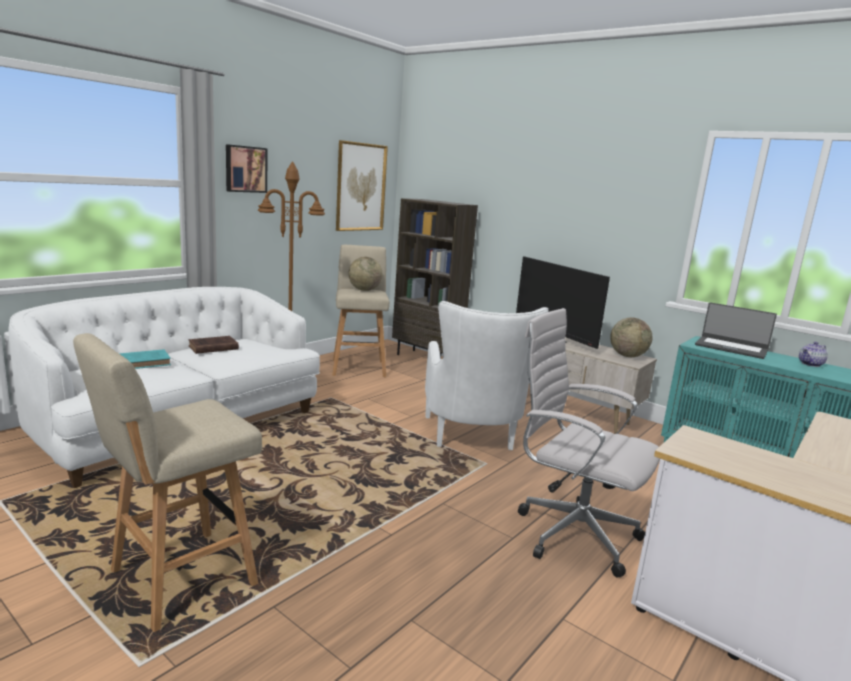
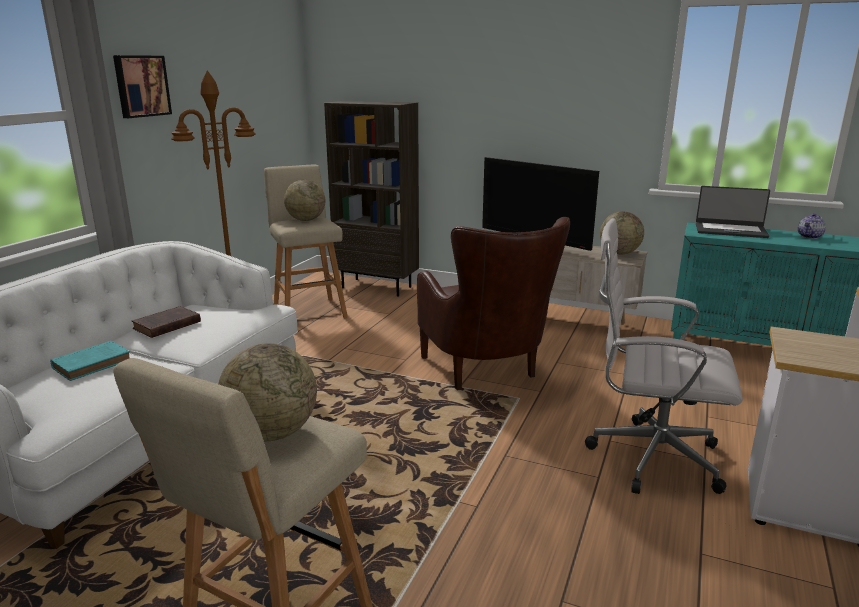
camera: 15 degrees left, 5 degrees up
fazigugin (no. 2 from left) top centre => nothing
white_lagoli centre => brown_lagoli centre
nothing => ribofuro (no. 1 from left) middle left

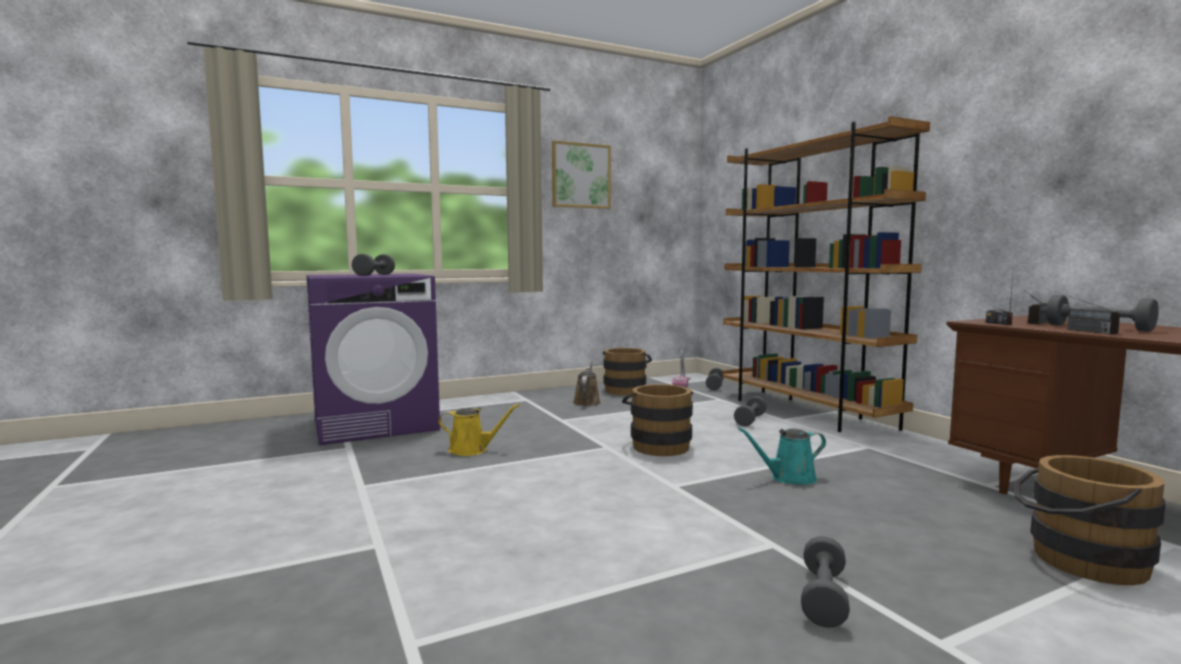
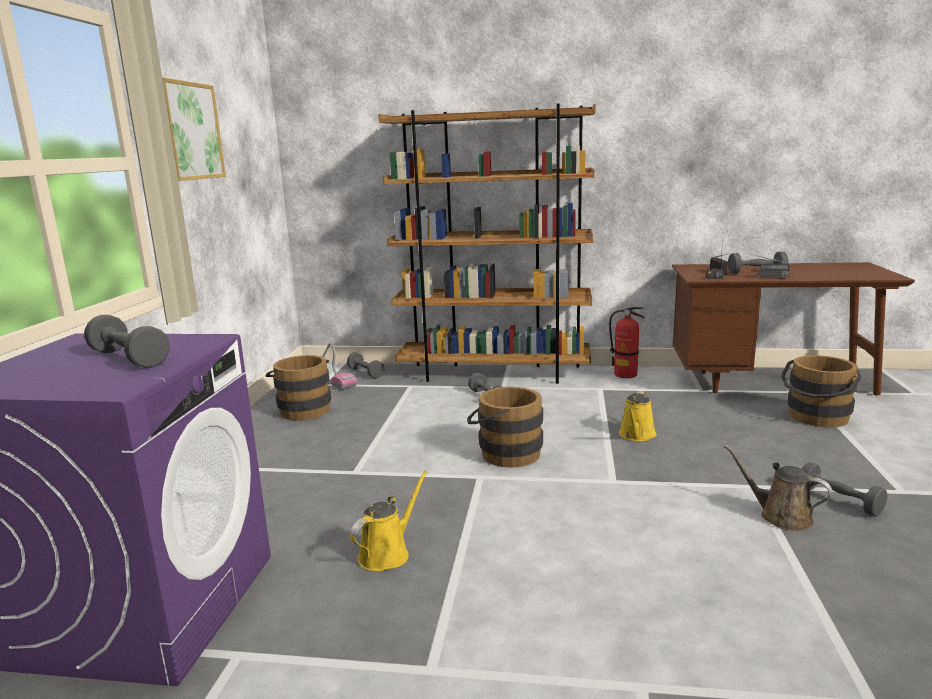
camera: 55 degrees left, 10 degrees up
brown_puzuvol centre => brown_puzuvol bottom right, shifted
turquoise_puzuvol bottom centre => yellow_puzuvol (no. 2 from left) middle right
nothing => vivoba middle right

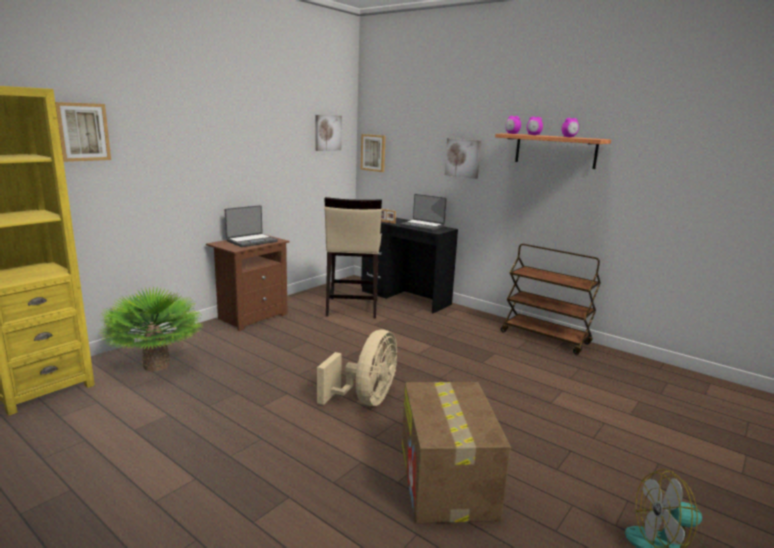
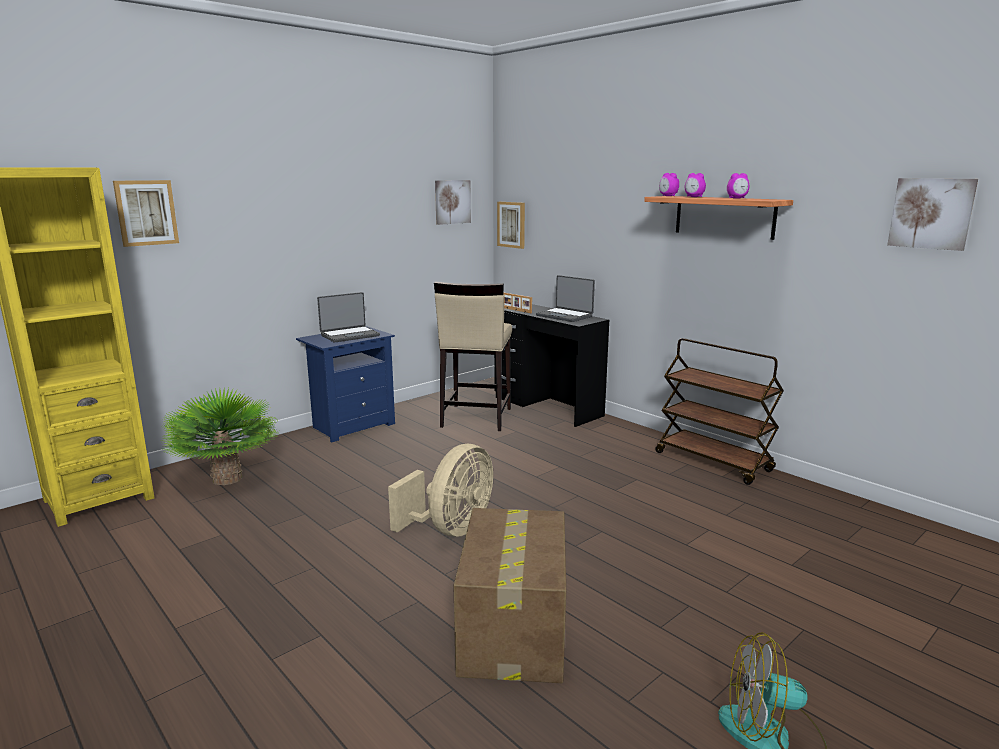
camera: 10 degrees right, 0 degrees up
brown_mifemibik middle left => blue_mifemibik centre
fazigugin (no. 4 from left) top centre => fazigugin (no. 4 from left) top right, shifted

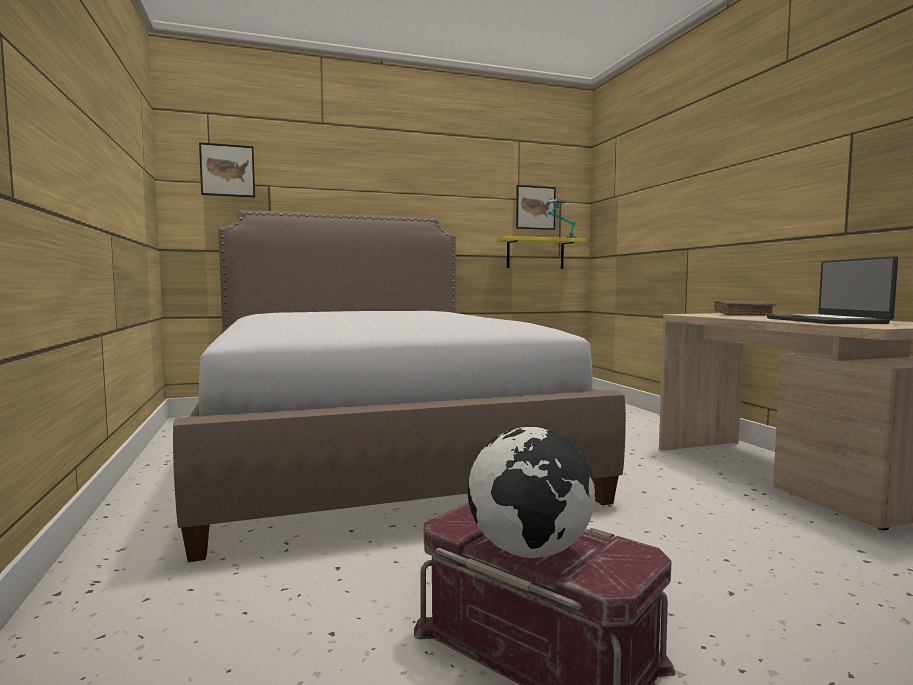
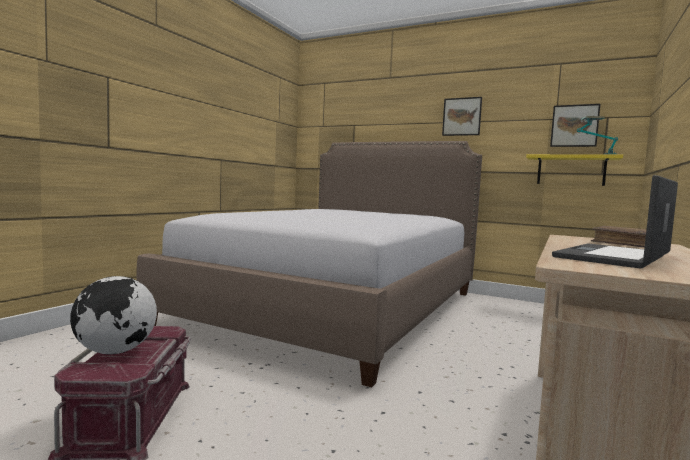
camera: 45 degrees right, 0 degrees up
fazigugin (no. 1 from left) top left => fazigugin (no. 1 from left) top right, shifted

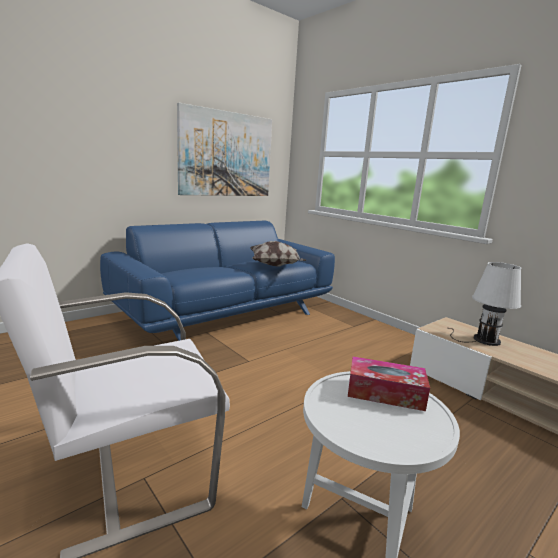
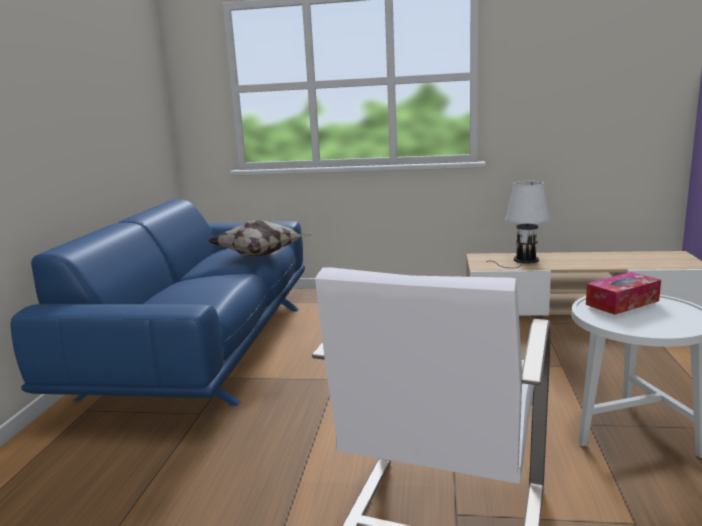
camera: 40 degrees left, 0 degrees up
fazigugin top centre => nothing

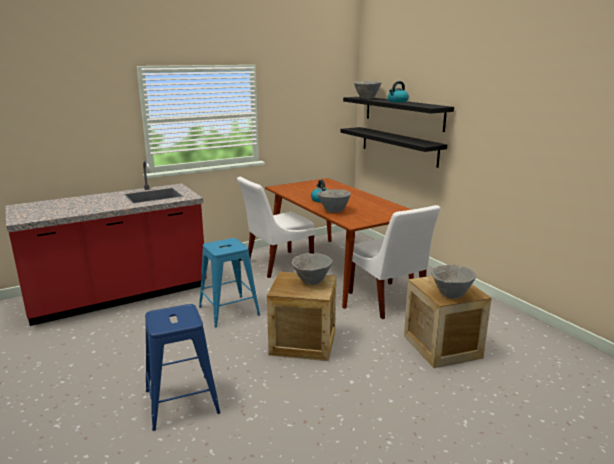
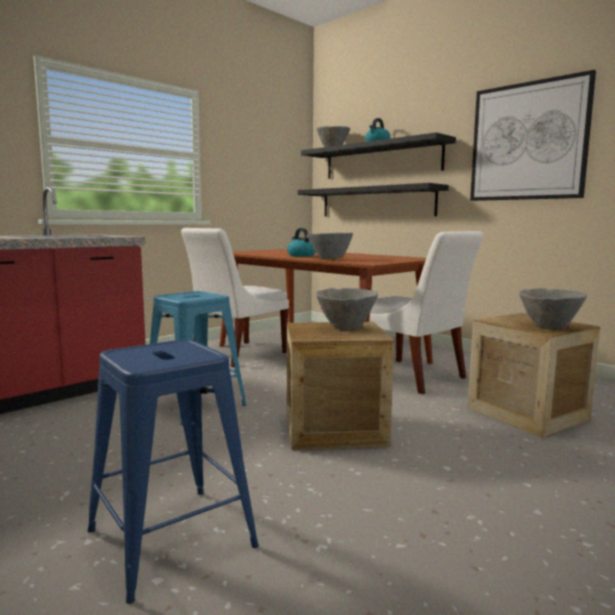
camera: 15 degrees left, 10 degrees down
nothing => fazigugin top right

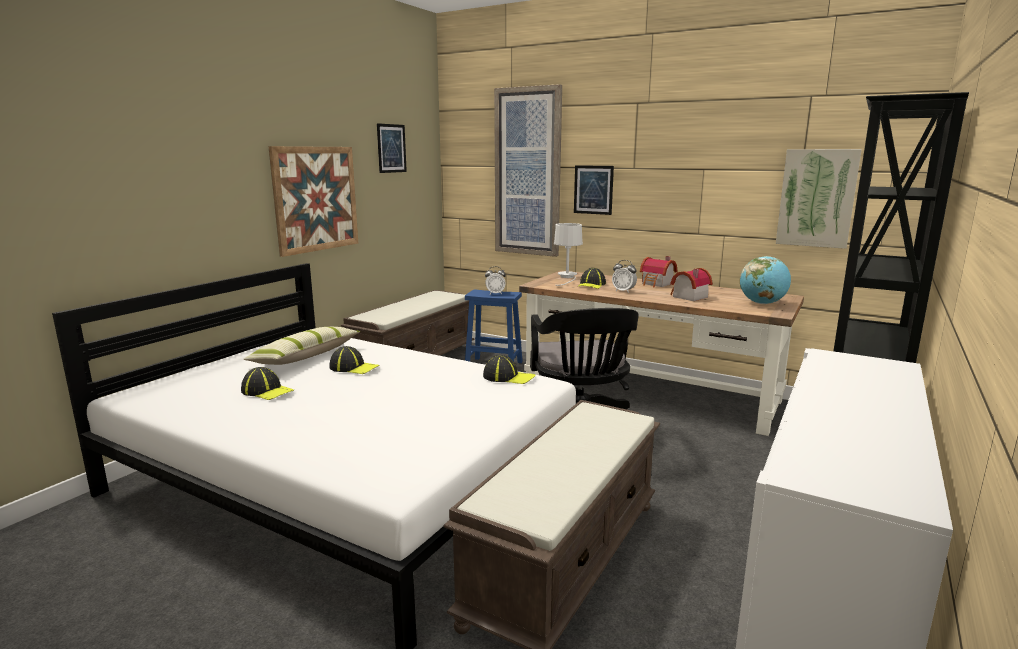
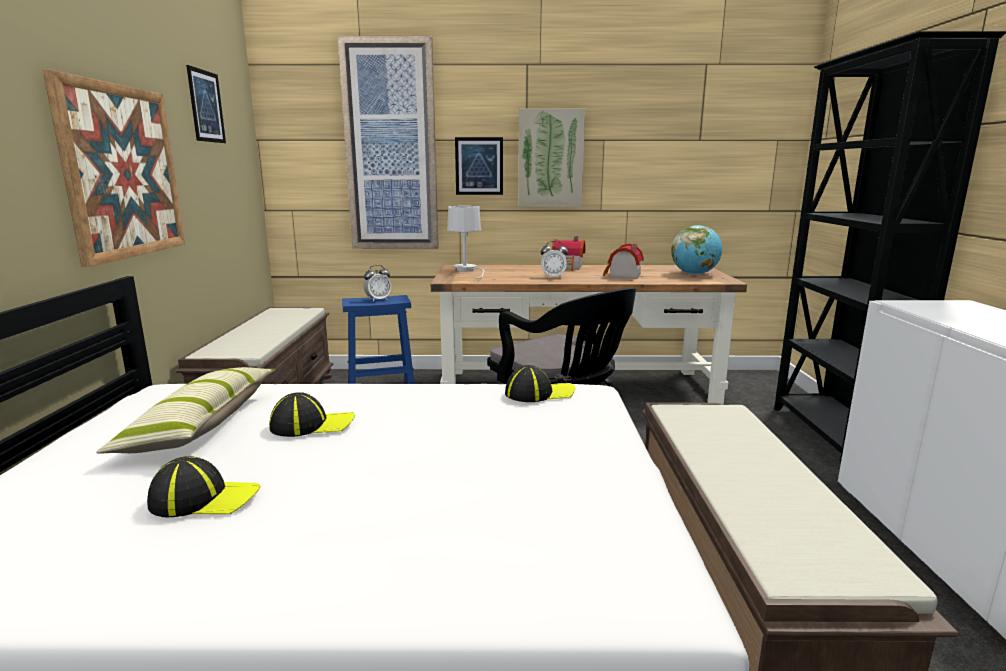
camera: 30 degrees left, 0 degrees up
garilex (no. 4 from left) centre => nothing
fazigugin (no. 5 from left) top right => fazigugin (no. 5 from left) top centre, shifted

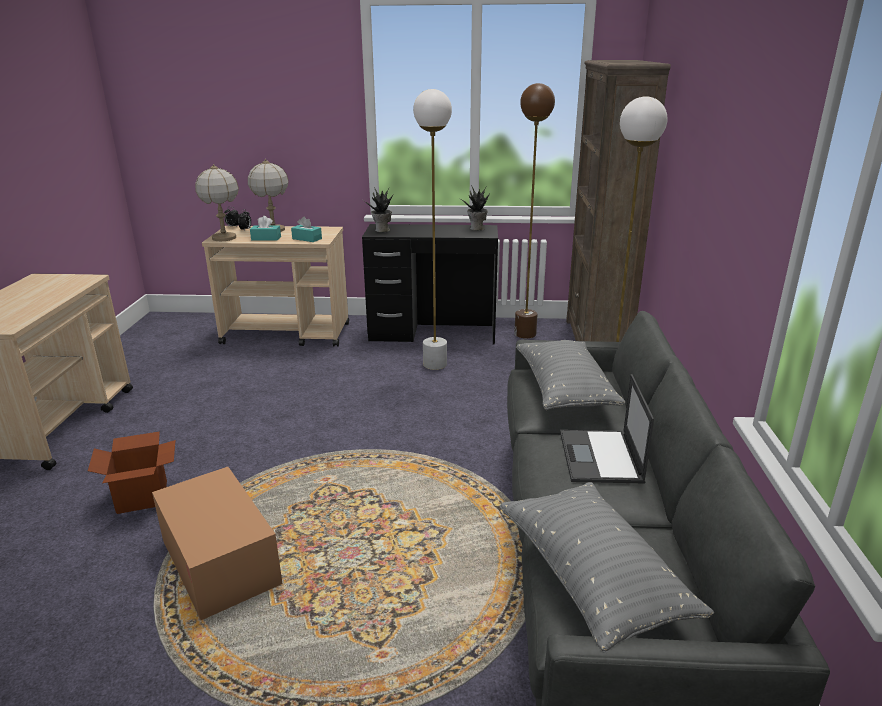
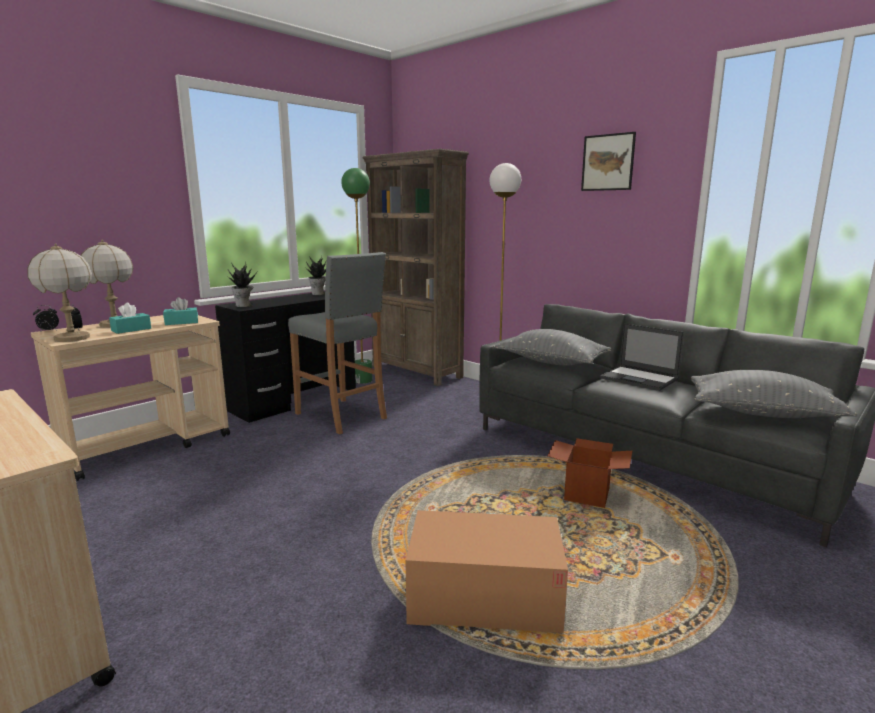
camera: 50 degrees left, 10 degrees down
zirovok (no. 1 from left in the first image) bottom left => zirovok (no. 2 from left) middle right, shifted
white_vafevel (no. 1 from left) top centre => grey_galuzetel centre
brown_vafevel top centre => green_vafevel centre
nothing => fazigugin top right

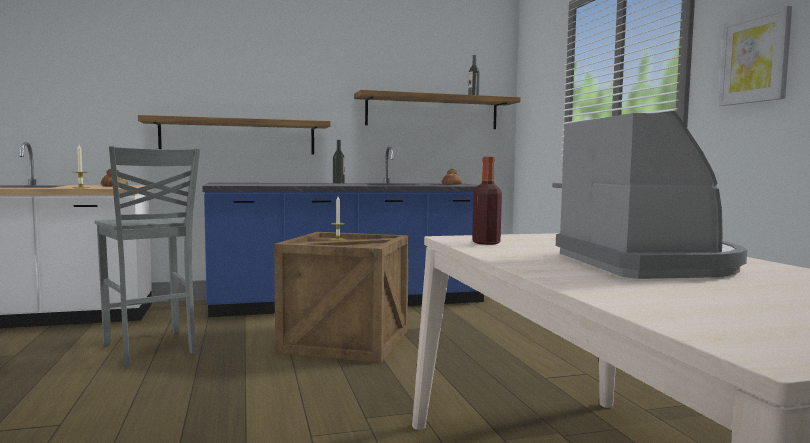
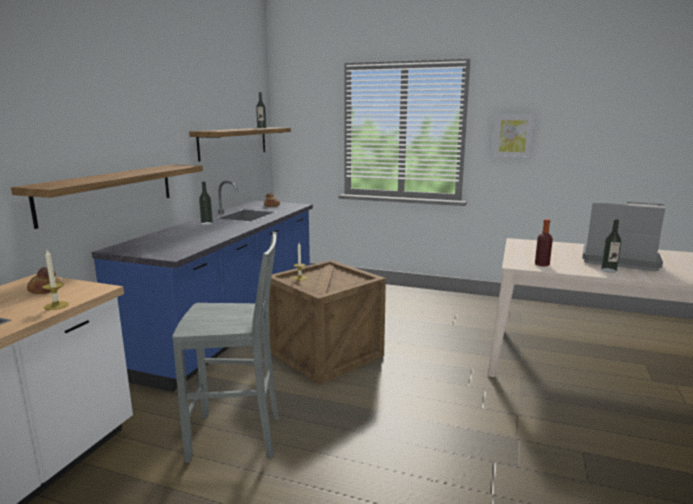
camera: 55 degrees left, 10 degrees up
nothing => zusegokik (no. 4 from left) middle right

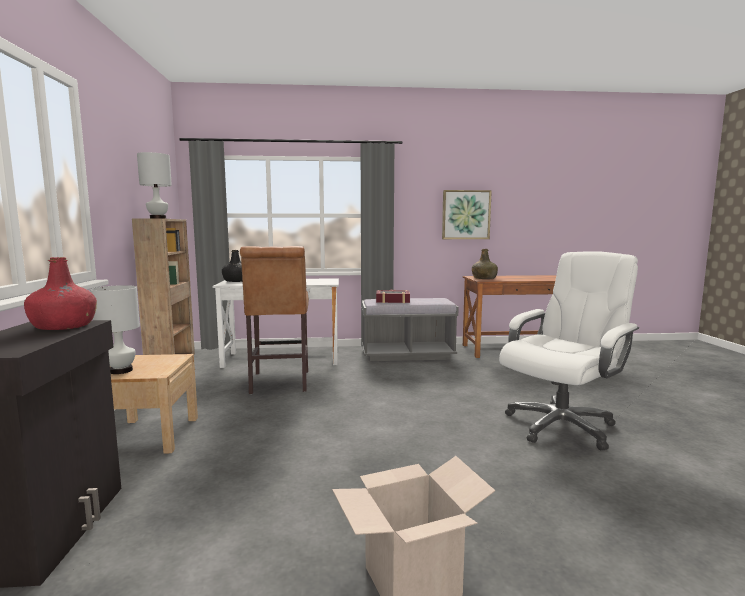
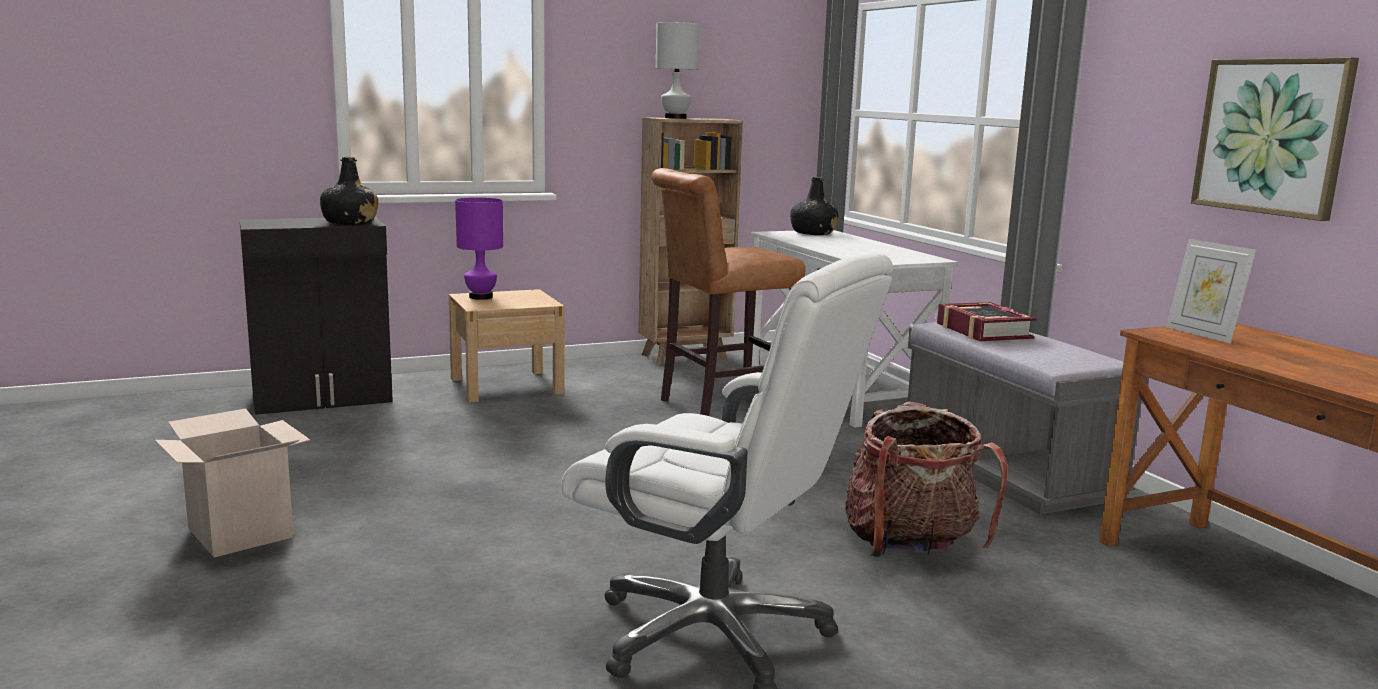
camera: 70 degrees right, 5 degrees up
red_zusegokik middle left => black_zusegokik (no. 1 from left) top left
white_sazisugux (no. 1 from left) middle left => purple_sazisugux centre
green_zusegokik centre => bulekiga middle right
nothing => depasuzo bottom right

